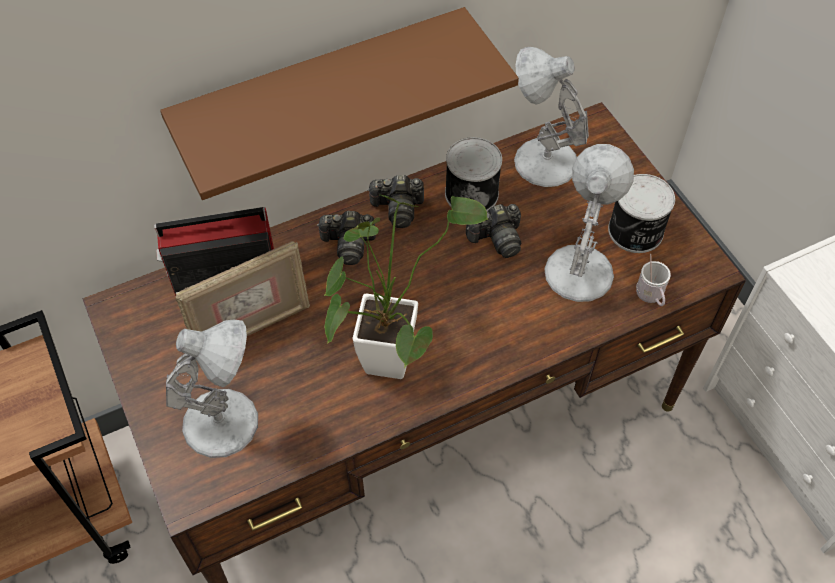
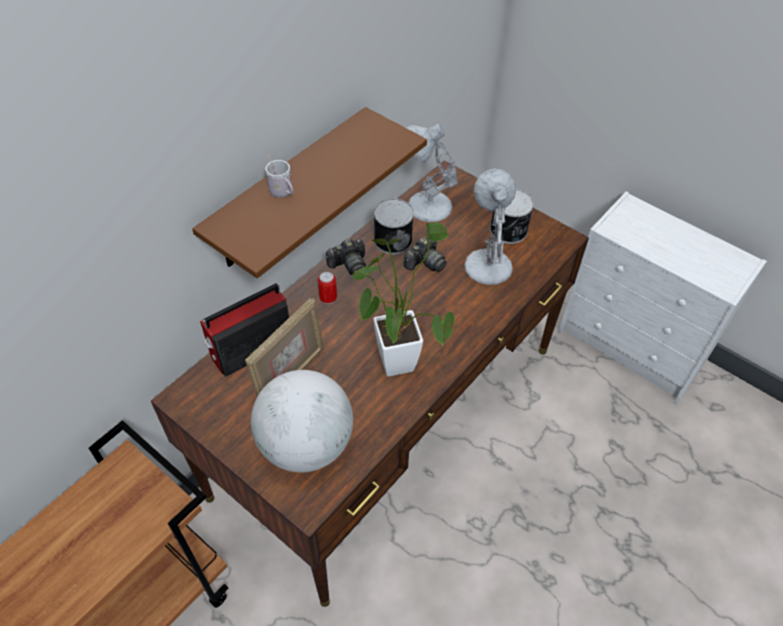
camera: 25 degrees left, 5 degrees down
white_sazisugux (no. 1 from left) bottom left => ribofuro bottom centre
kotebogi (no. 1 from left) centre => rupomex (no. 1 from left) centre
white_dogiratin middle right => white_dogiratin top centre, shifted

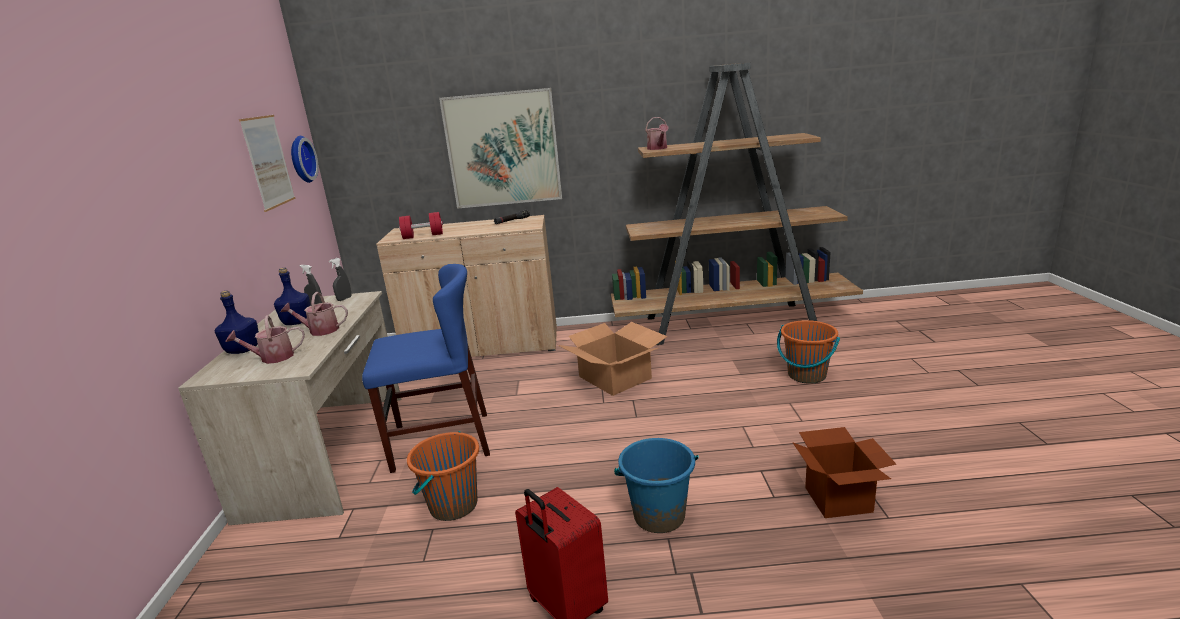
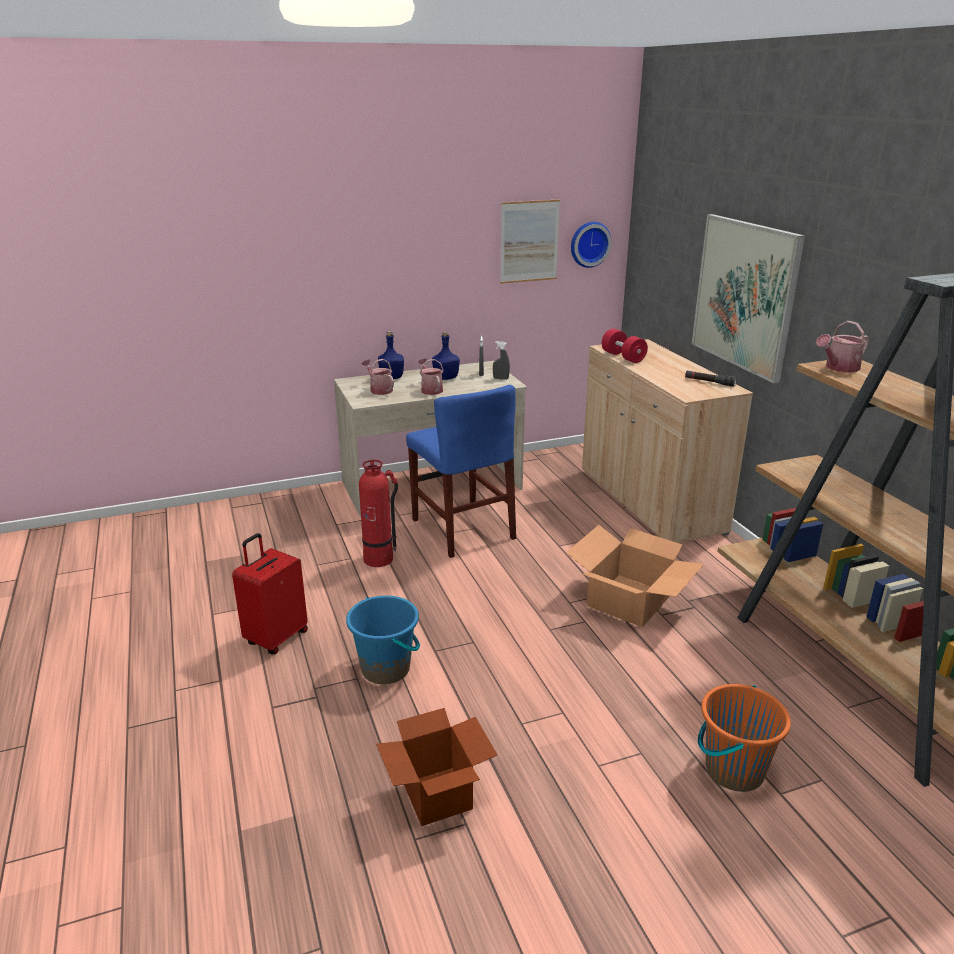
camera: 70 degrees right, 5 degrees up
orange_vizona (no. 1 from left) bottom centre => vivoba centre

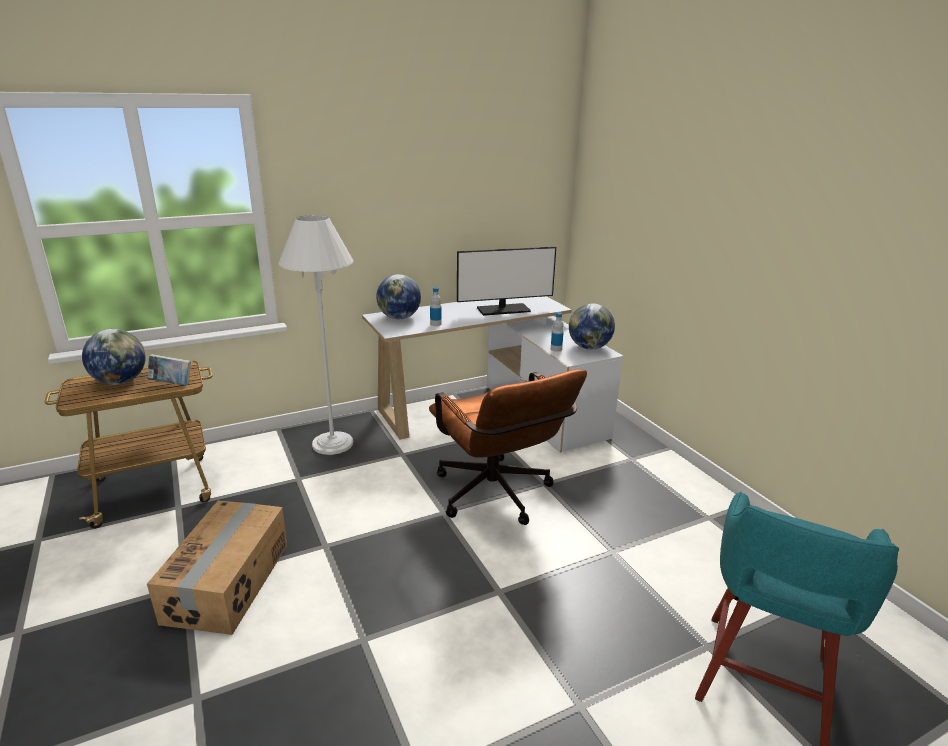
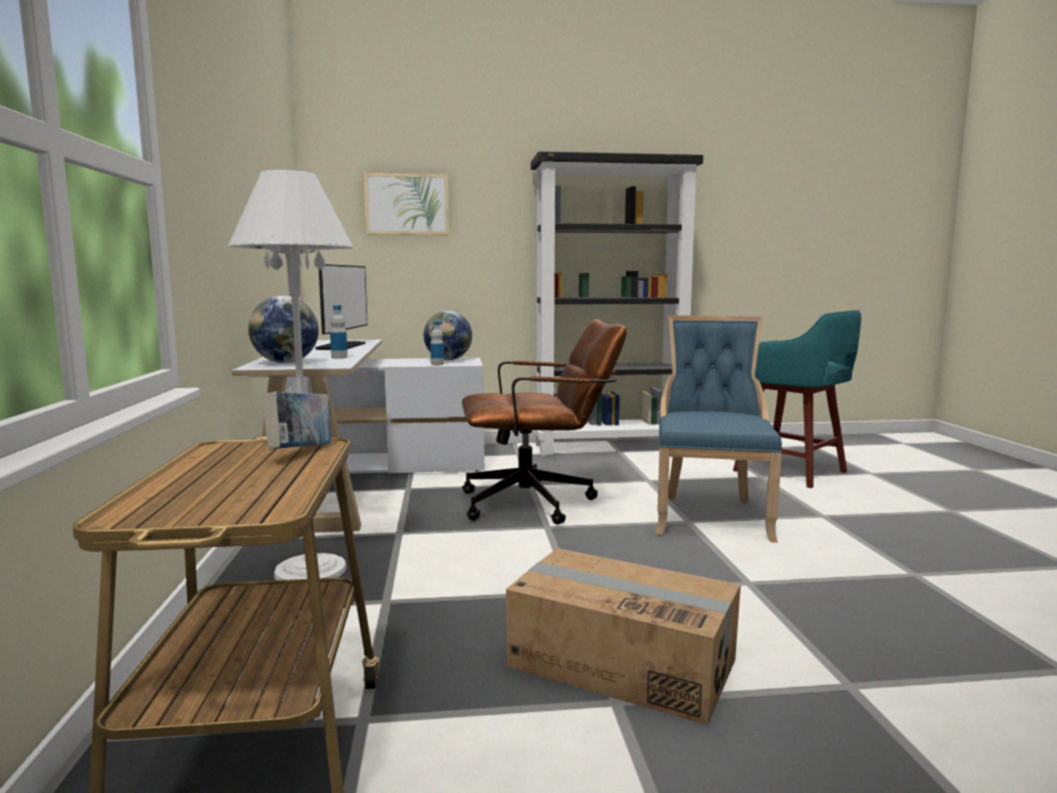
camera: 70 degrees left, 15 degrees down
ribofuro (no. 1 from left) middle left => nothing
nothing => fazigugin top centre
nothing => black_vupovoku centre
nothing => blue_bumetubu middle right

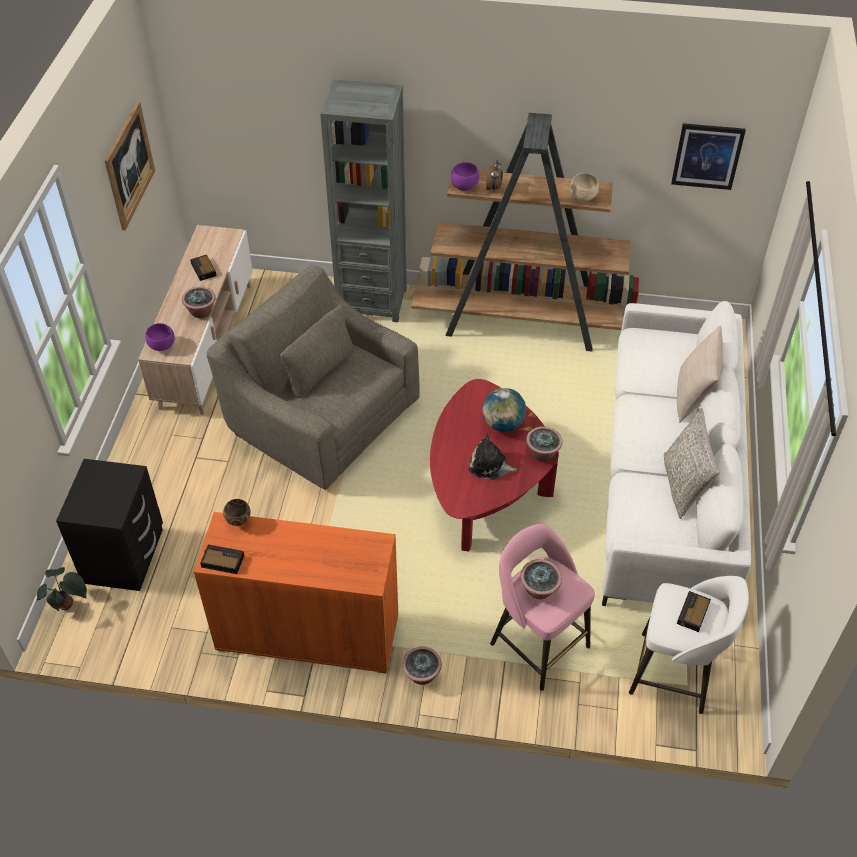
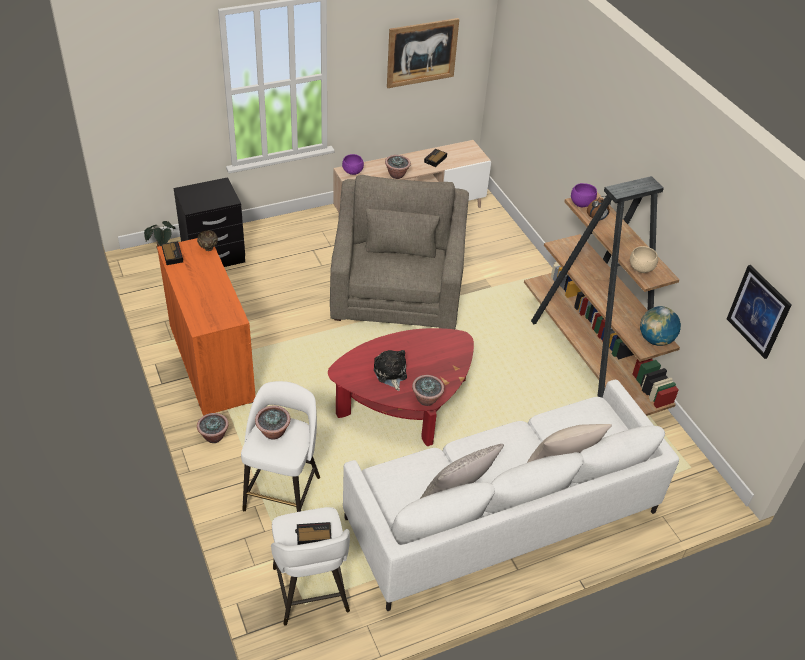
camera: 55 degrees right, 5 degrees down
grey_vupovoku top centre => nothing
ribofuro centre => ribofuro middle right, shifted
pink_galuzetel bottom centre => white_galuzetel (no. 1 from left) bottom centre

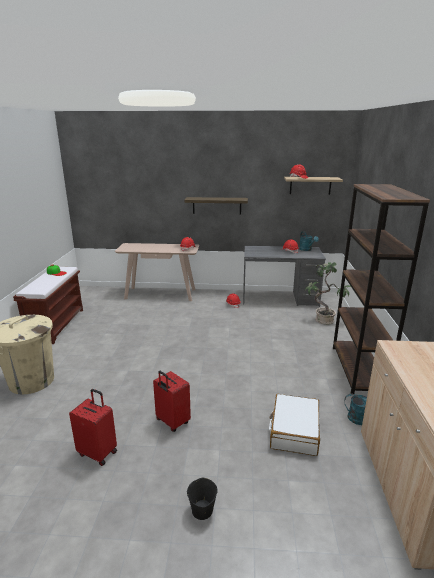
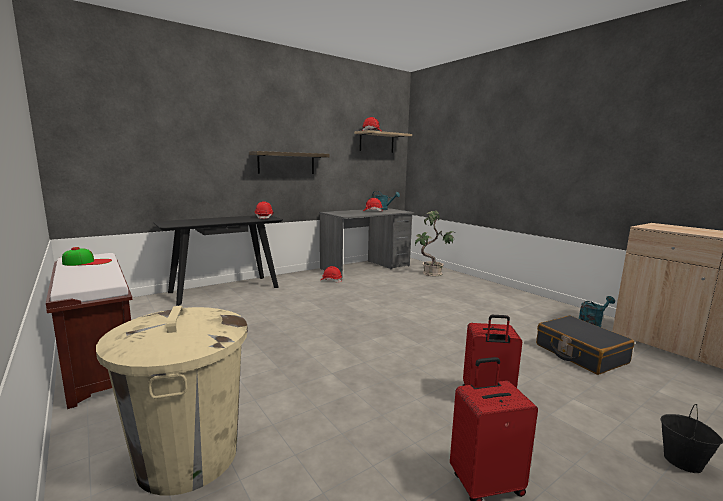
camera: 40 degrees left, 10 degrees down
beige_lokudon centre => black_lokudon middle left
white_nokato bottom right => black_nokato bottom right
brown_vupovoku middle right => nothing

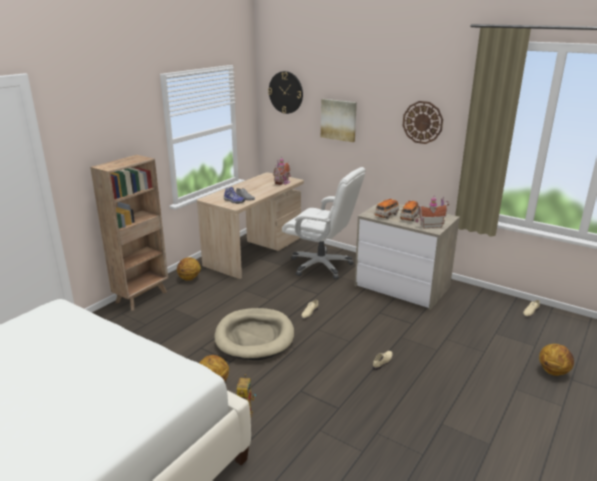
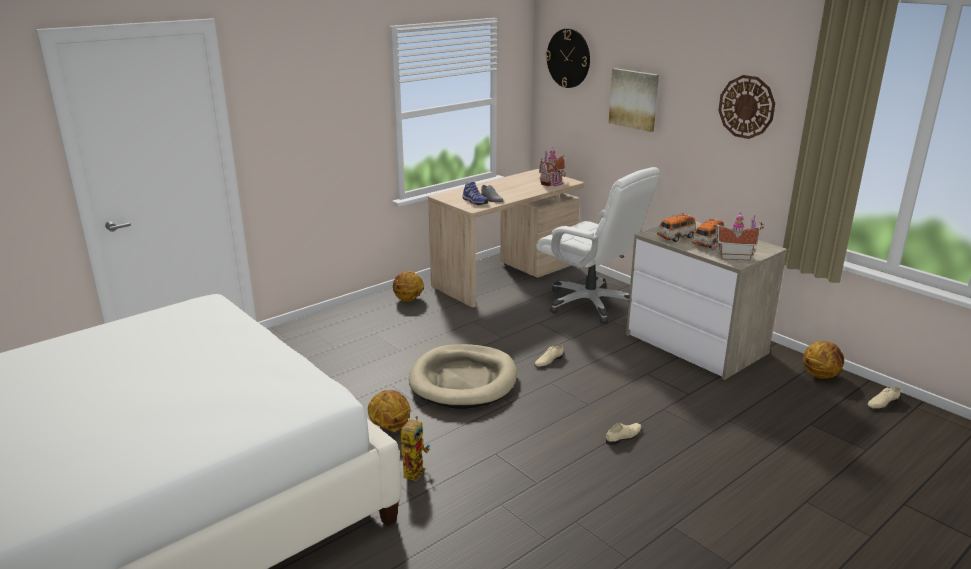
camera: 15 degrees right, 0 degrees up
brown_vupovoku middle left => nothing
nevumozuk (no. 3 from left) bottom right => nevumozuk (no. 3 from left) middle right, shifted

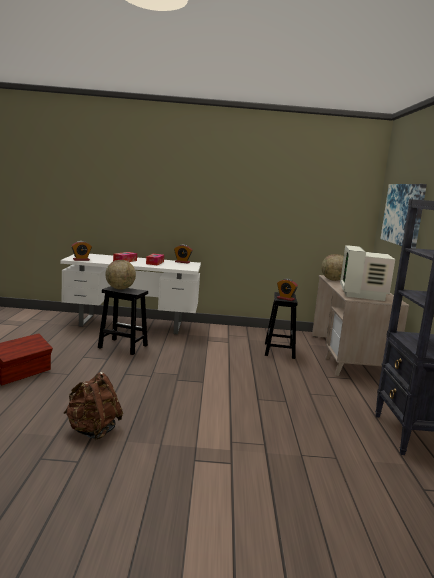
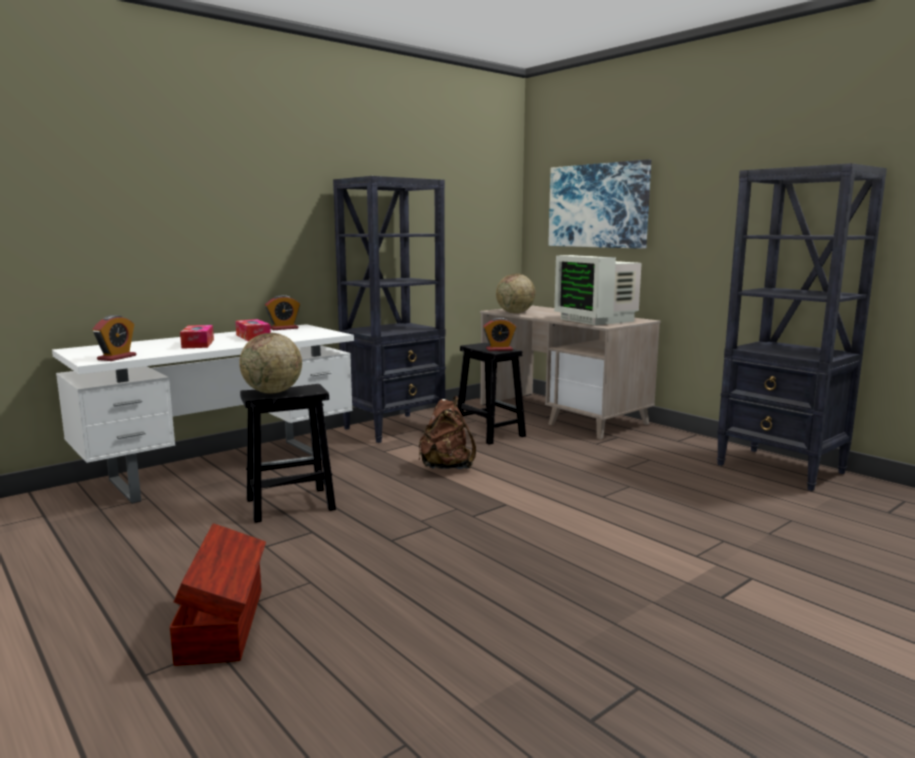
camera: 40 degrees left, 0 degrees up
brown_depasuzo bottom left => brown_depasuzo centre, shifted
nothing => black_vupovoku (no. 1 from left) centre

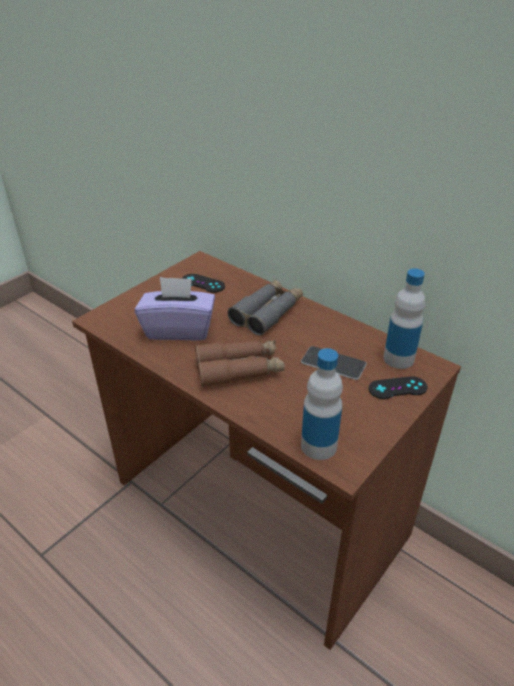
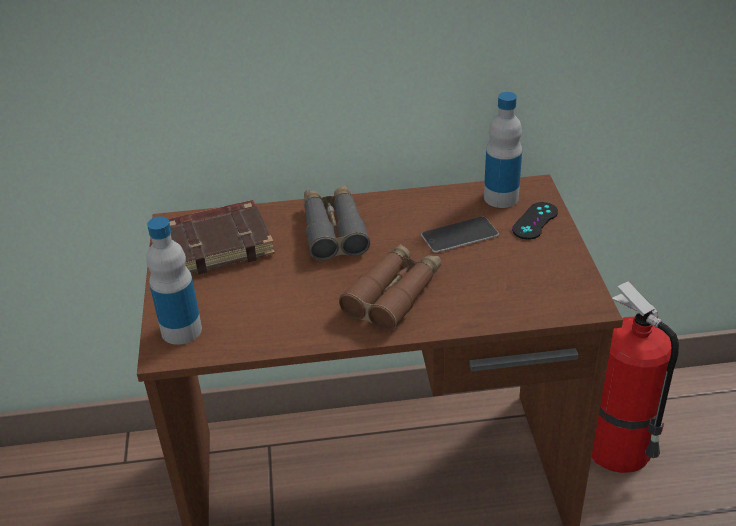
camera: 45 degrees left, 0 degrees up
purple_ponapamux centre => nothing
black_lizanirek (no. 1 from left) centre => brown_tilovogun middle left
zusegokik (no. 1 from left) centre => zusegokik (no. 1 from left) middle left, shifted
nothing => vivoba bottom right

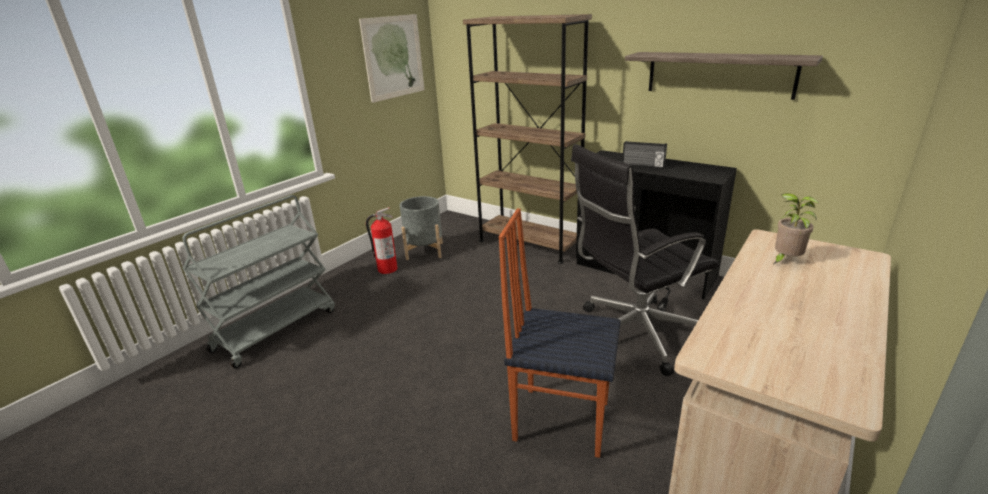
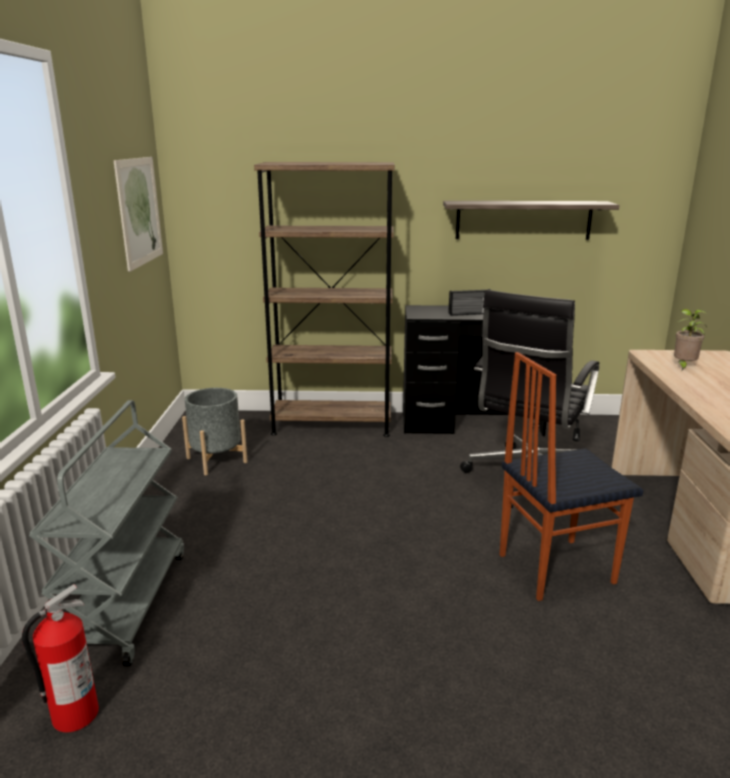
camera: 35 degrees left, 5 degrees down
vivoba centre => vivoba bottom left, shifted

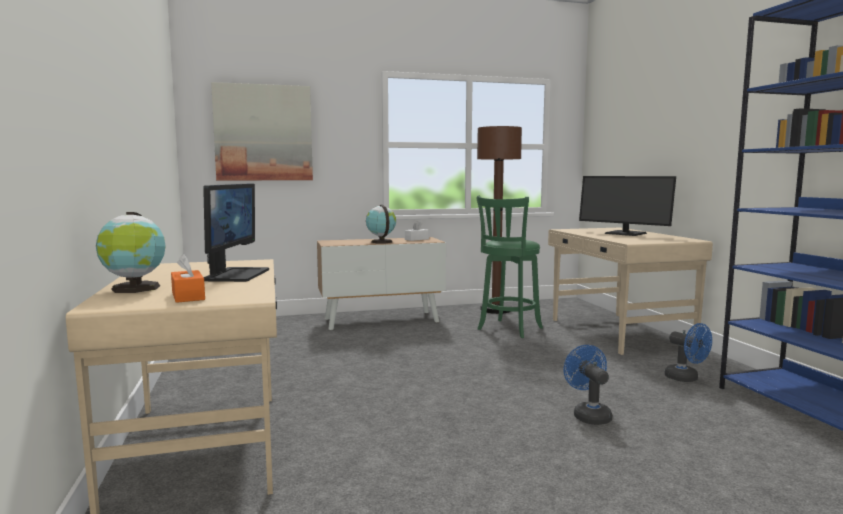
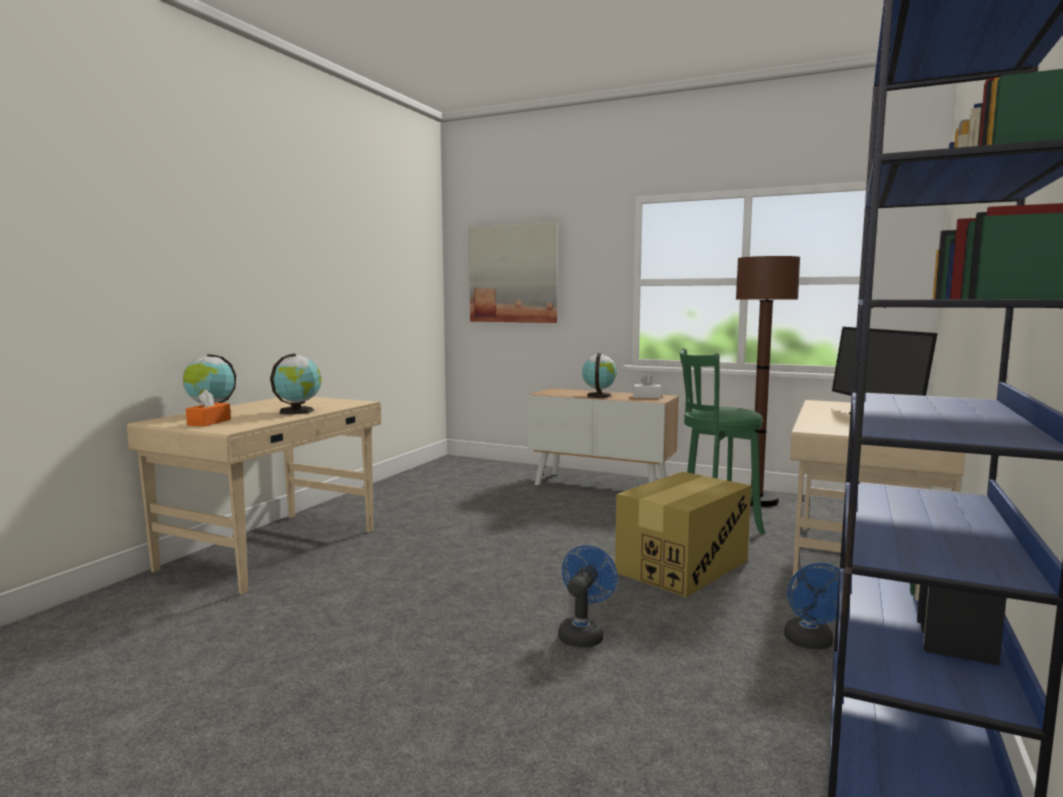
camera: 40 degrees right, 0 degrees up
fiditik (no. 1 from left) middle left => ribofuro (no. 2 from left) middle left
nothing => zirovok bottom centre

